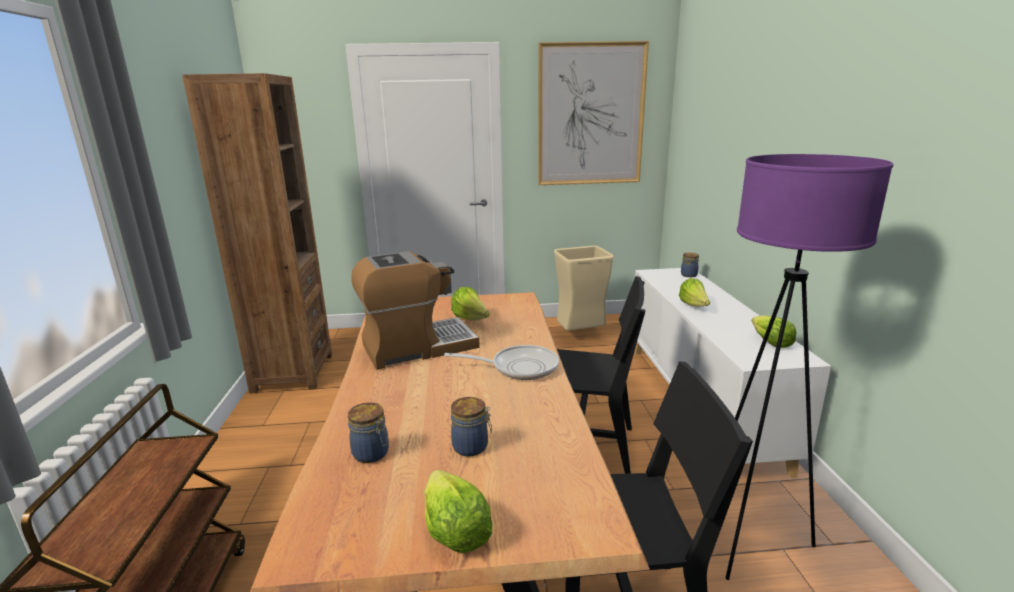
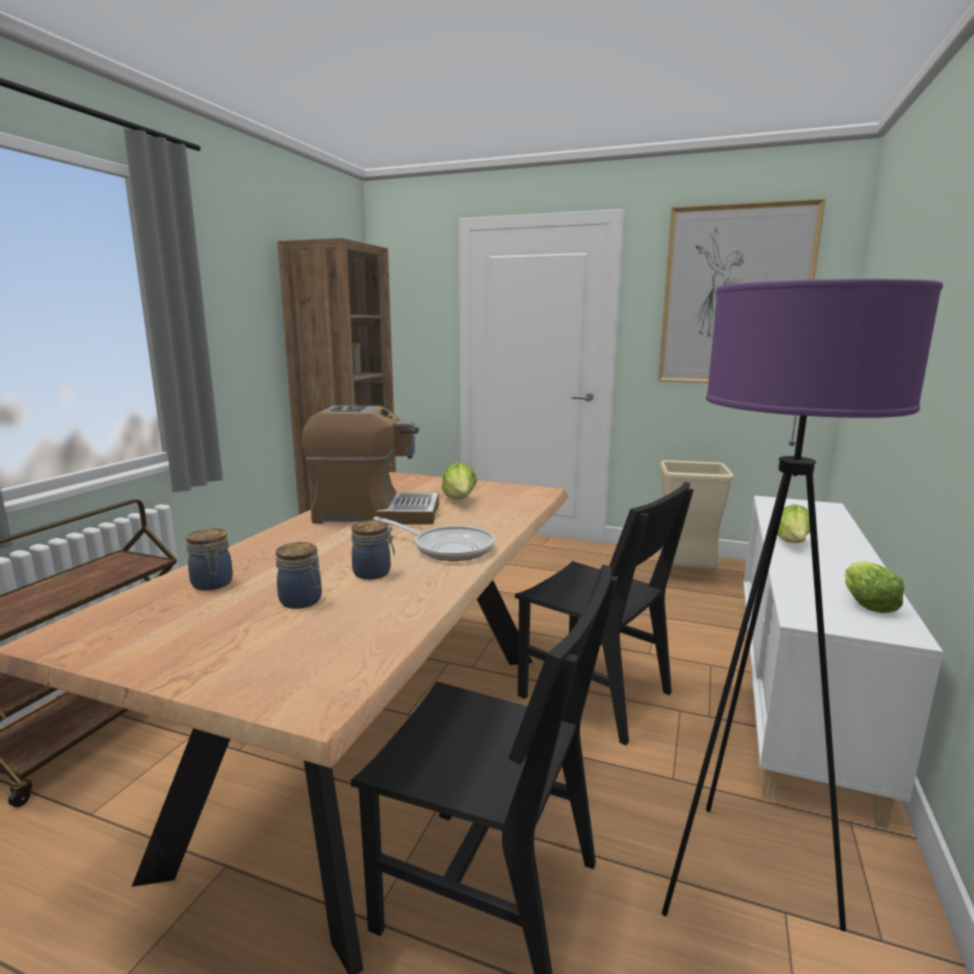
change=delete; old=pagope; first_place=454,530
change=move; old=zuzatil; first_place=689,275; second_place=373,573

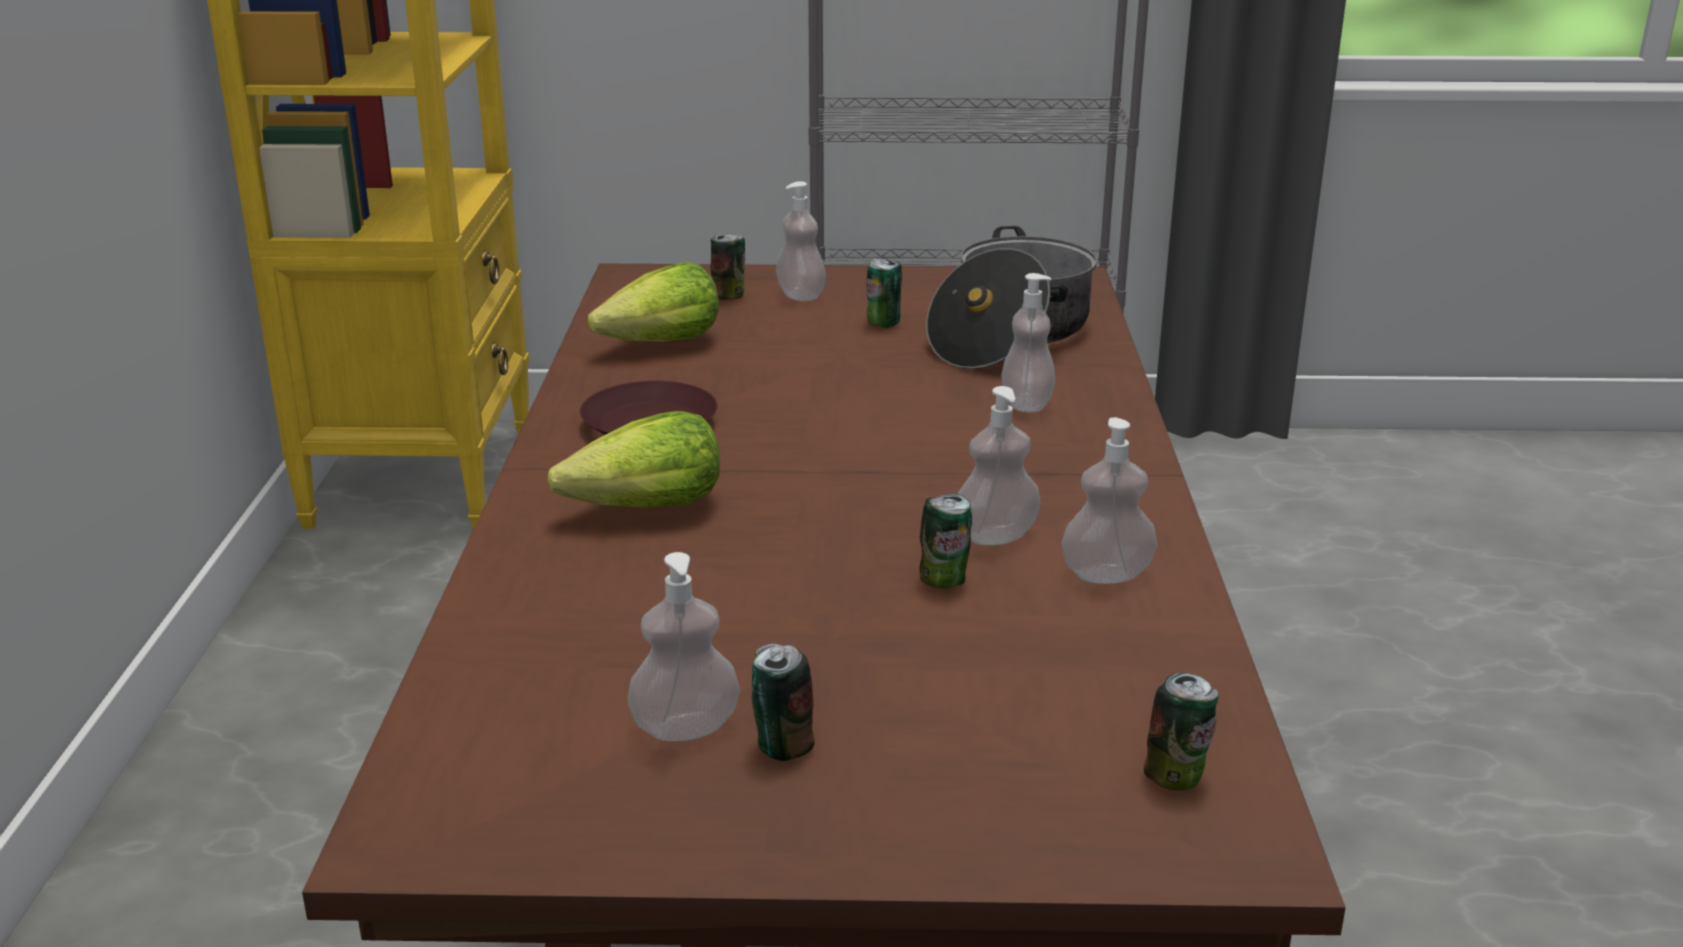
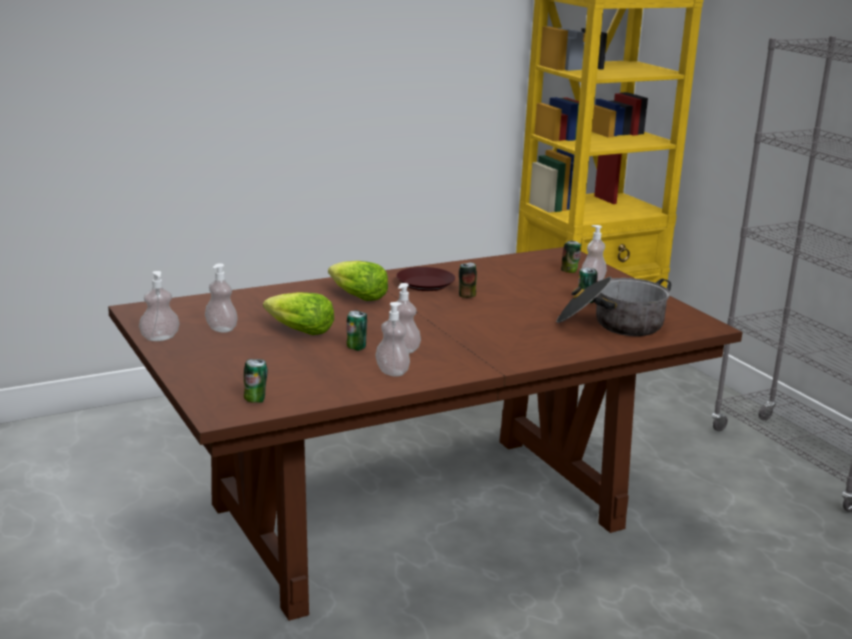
change=move; old=pagope; first_place=662,344; second_place=299,331
change=move; old=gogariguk; first_place=782,746; second_place=467,295
change=move; old=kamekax; first_place=1026,404; second_place=159,338

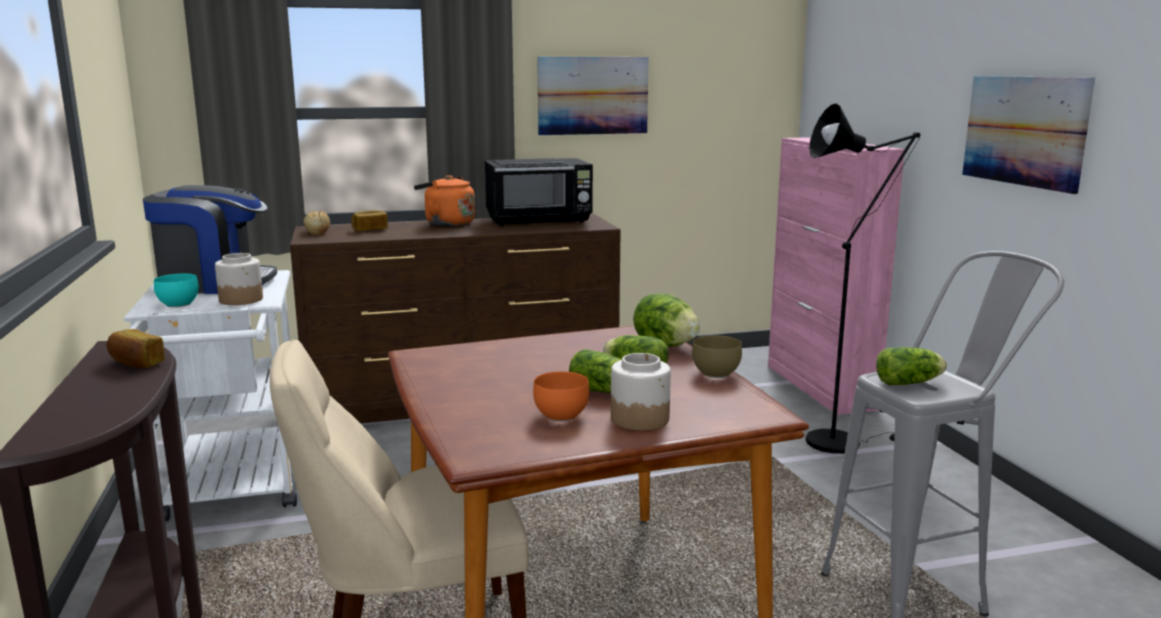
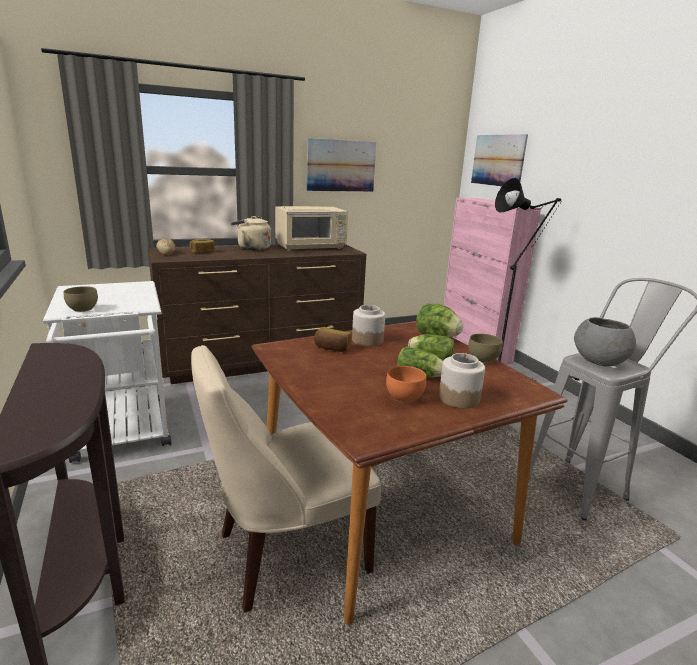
change=move; old=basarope; first_place=135,363; second_place=332,348
change=delete; old=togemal; first_place=214,283
change=recolor; old=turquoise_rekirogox; new=brown_rekirogox; first_place=177,304; second_place=81,309
change=move; old=zuzatil; first_place=241,300; second_place=367,340
change=recolor; old=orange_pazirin; new=beige_pazirin; first_place=447,223; second_place=252,248
change=recolor; old=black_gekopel; new=beige_gekopel; first_place=540,221; second_place=311,247
change=replace; old=pagope; new=grey_rekirogox; first_place=910,383; second_place=598,362
change=move; old=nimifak; first_place=1024,131; second_place=498,160

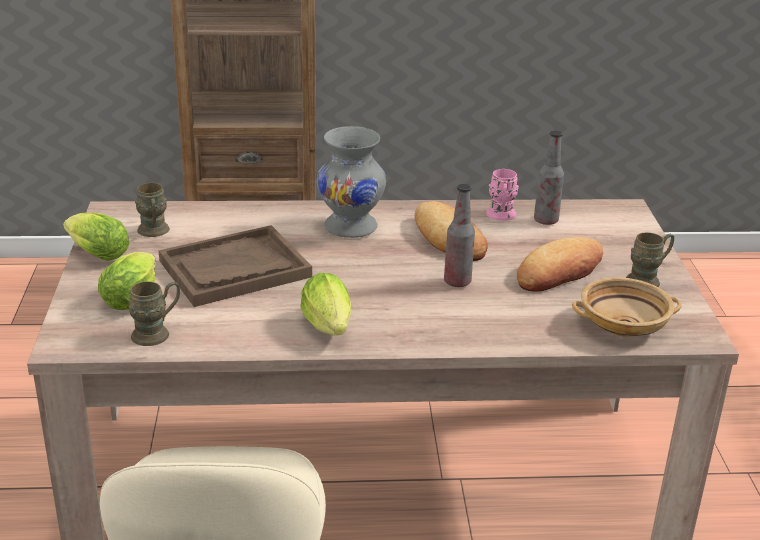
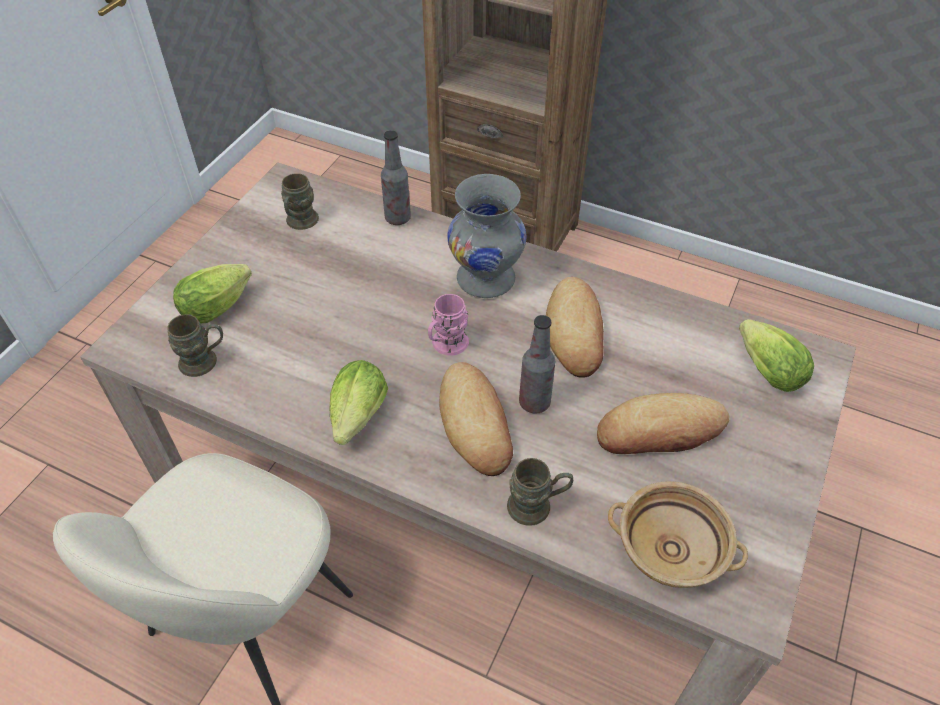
change=move; old=pagope; first_place=95,254; second_place=764,368
change=delete; old=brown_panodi; first_place=234,269
change=move; old=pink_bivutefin; first_place=501,216; second_place=446,346
change=move; old=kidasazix; first_place=546,220; second_place=398,218
change=move; old=brown_bivutefin; first_place=648,280; second_place=537,506
change=insert; new=basarope; second_place=475,423

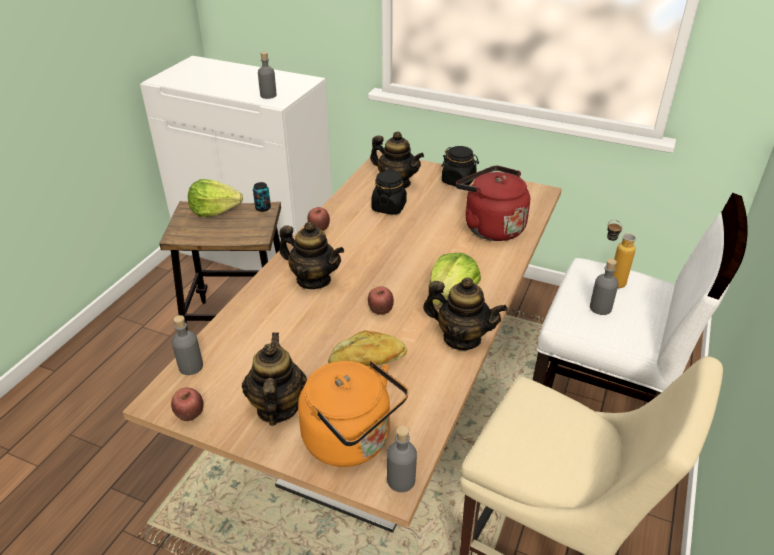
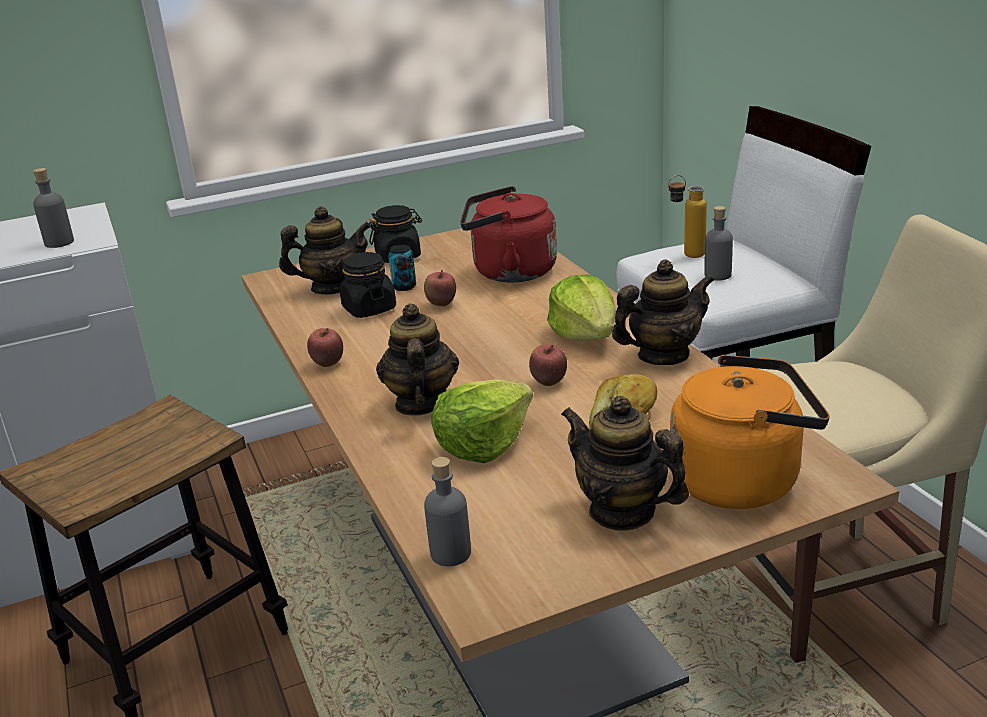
change=move; old=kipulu; first_place=190,415; second_place=441,304
change=move; old=pagope; first_place=215,210; second_place=483,444
change=move; old=gogariguk; first_place=263,208; second_place=404,287
change=rotate; old=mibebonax; first_place=313,280; second_place=421,403; degrees=-75
change=delete; old=grey_kidasazix; first_place=401,480

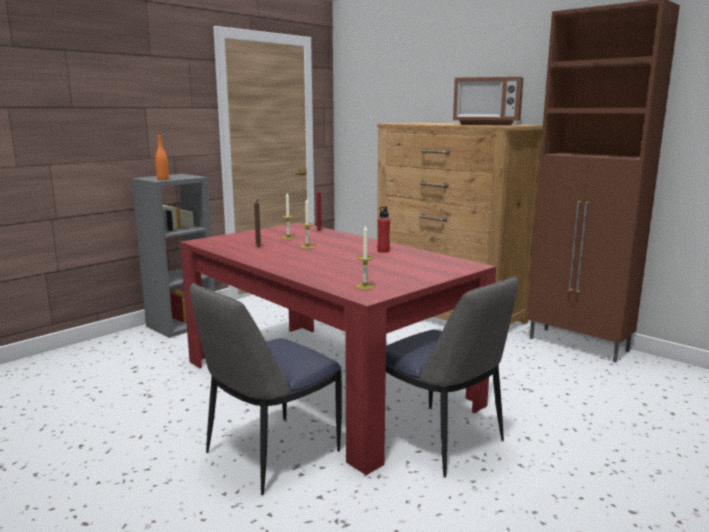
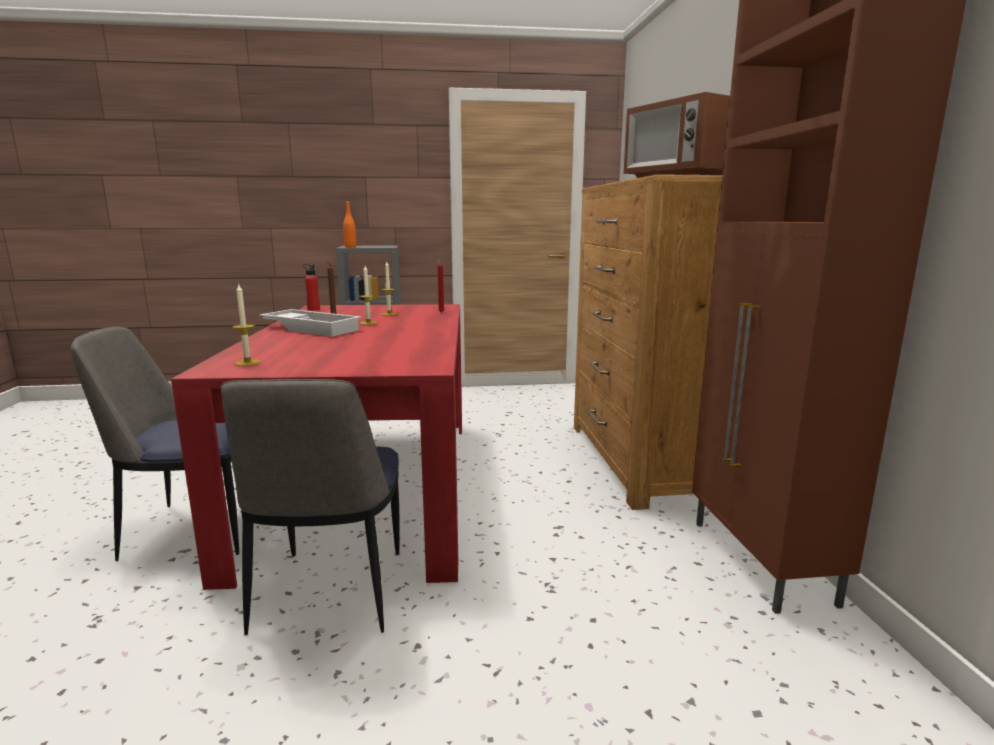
change=move; old=red_kidasazix; first_place=383,251; second_place=313,309
change=insert; new=white_panodi; second_place=312,328

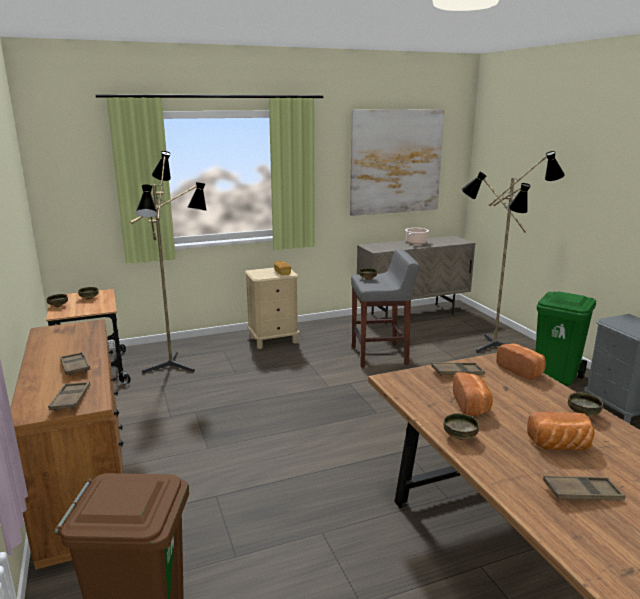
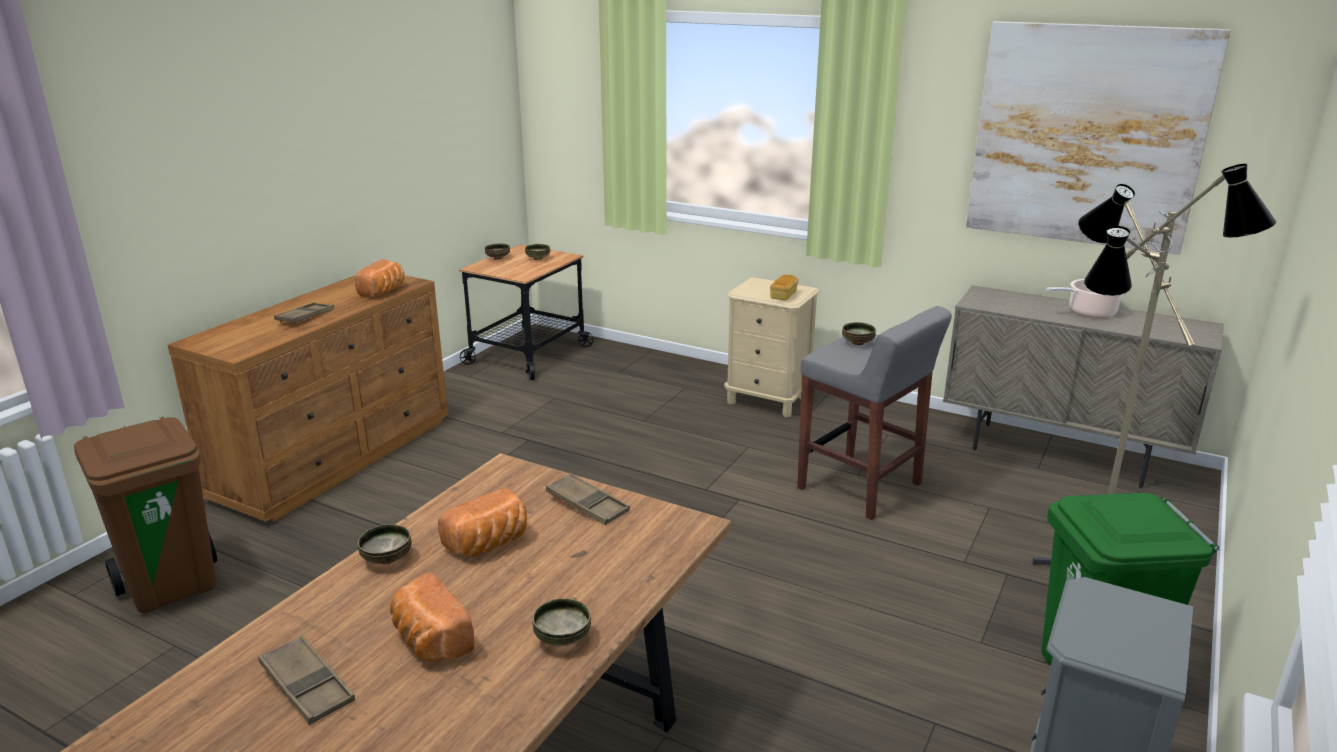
change=delete; old=brown_panodi; first_place=71,400
change=delete; old=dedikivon; first_place=177,365
change=move; old=basarope; first_place=521,370; second_place=384,291

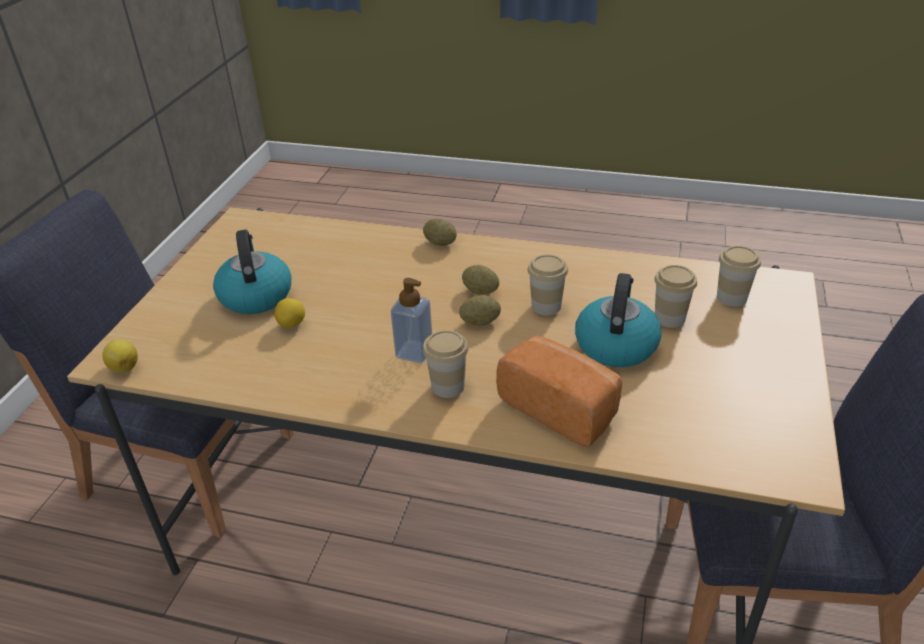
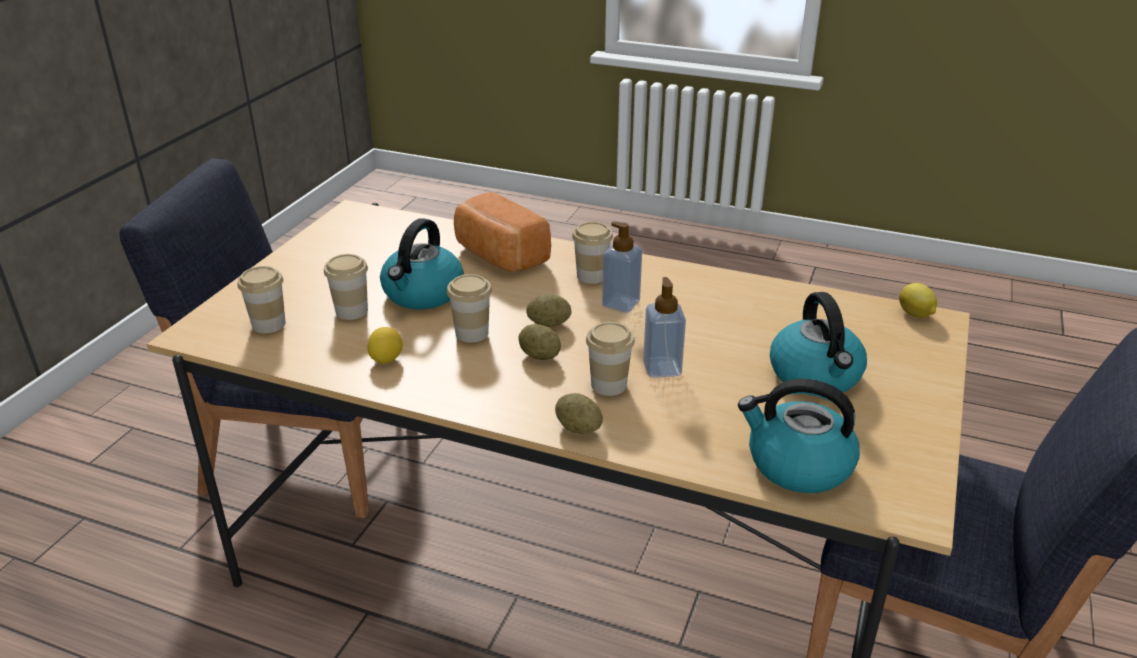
change=move; old=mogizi; first_place=292,324; second_place=386,359
change=insert; new=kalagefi; second_place=609,385
change=insert; new=kamekax; second_place=662,368
change=insert; new=pazirin; second_place=797,465

